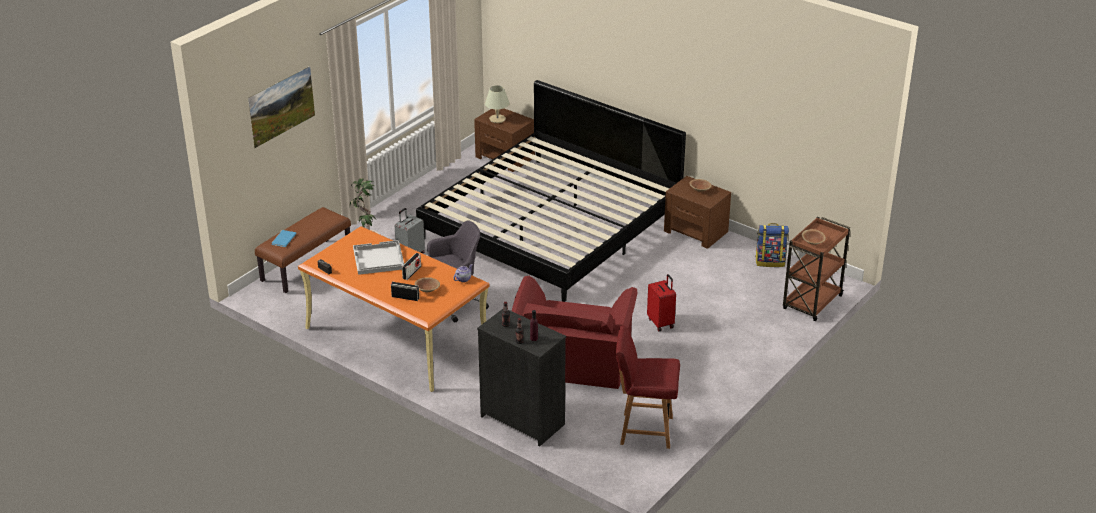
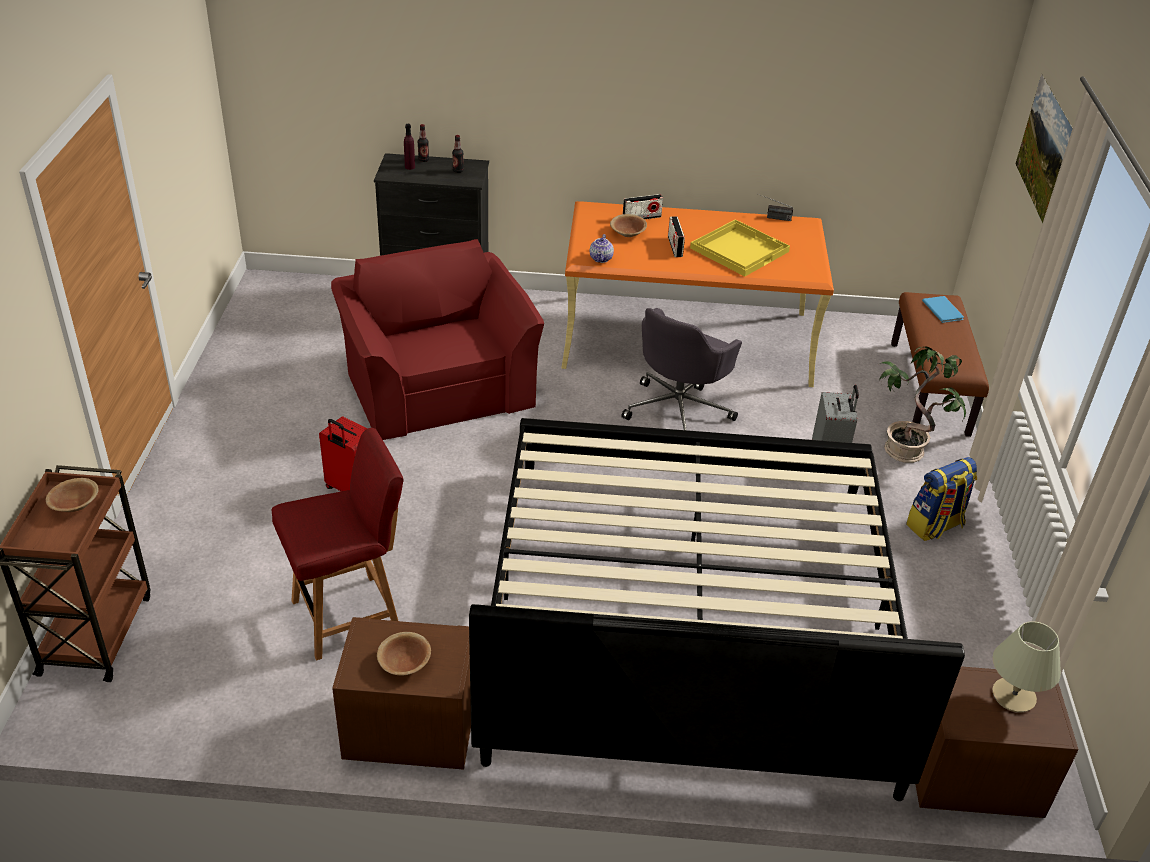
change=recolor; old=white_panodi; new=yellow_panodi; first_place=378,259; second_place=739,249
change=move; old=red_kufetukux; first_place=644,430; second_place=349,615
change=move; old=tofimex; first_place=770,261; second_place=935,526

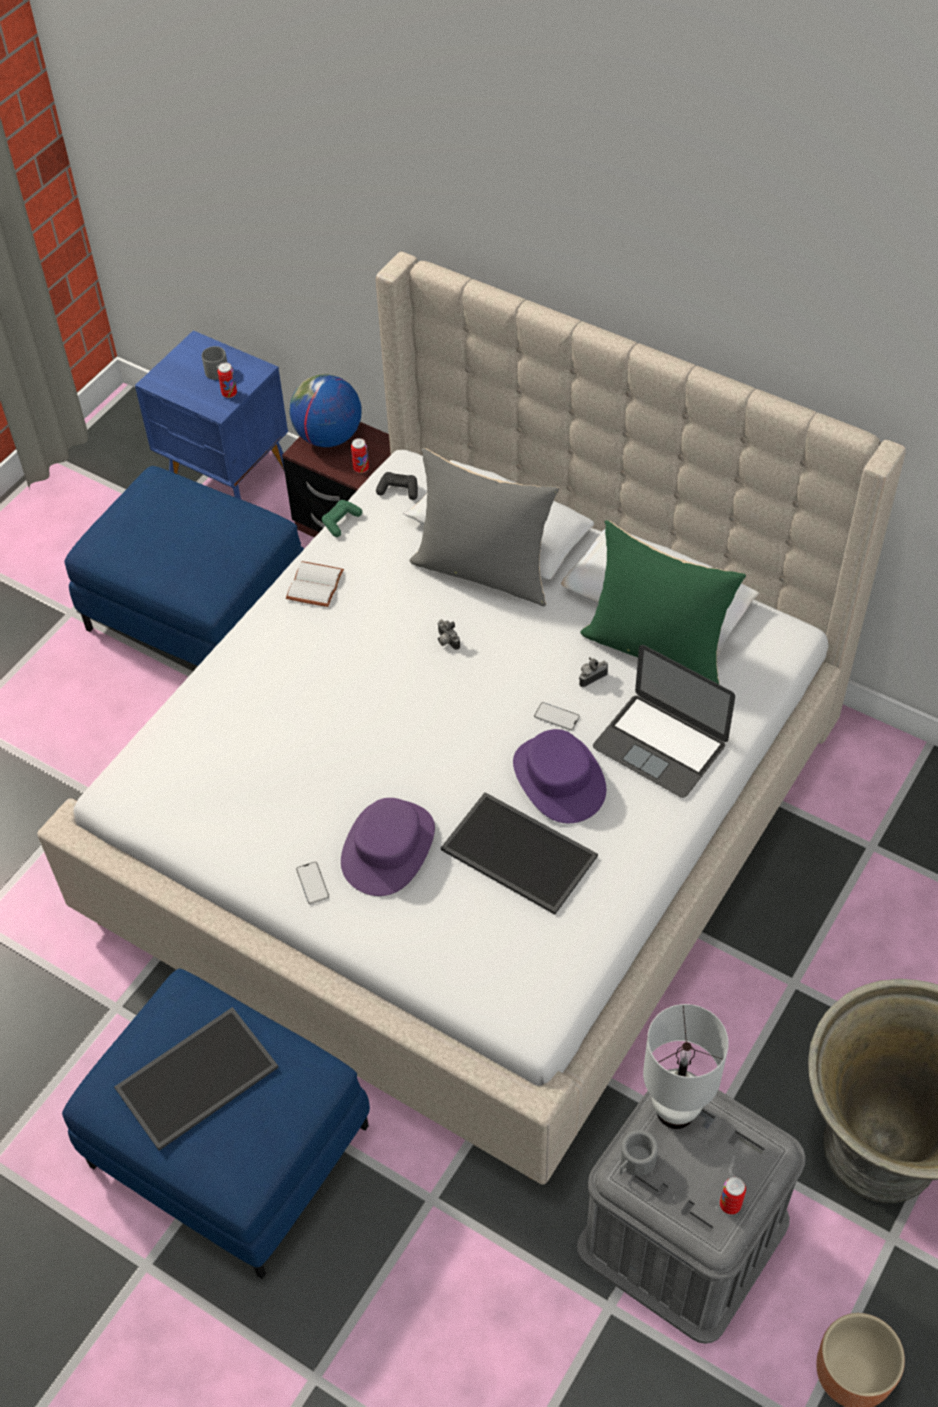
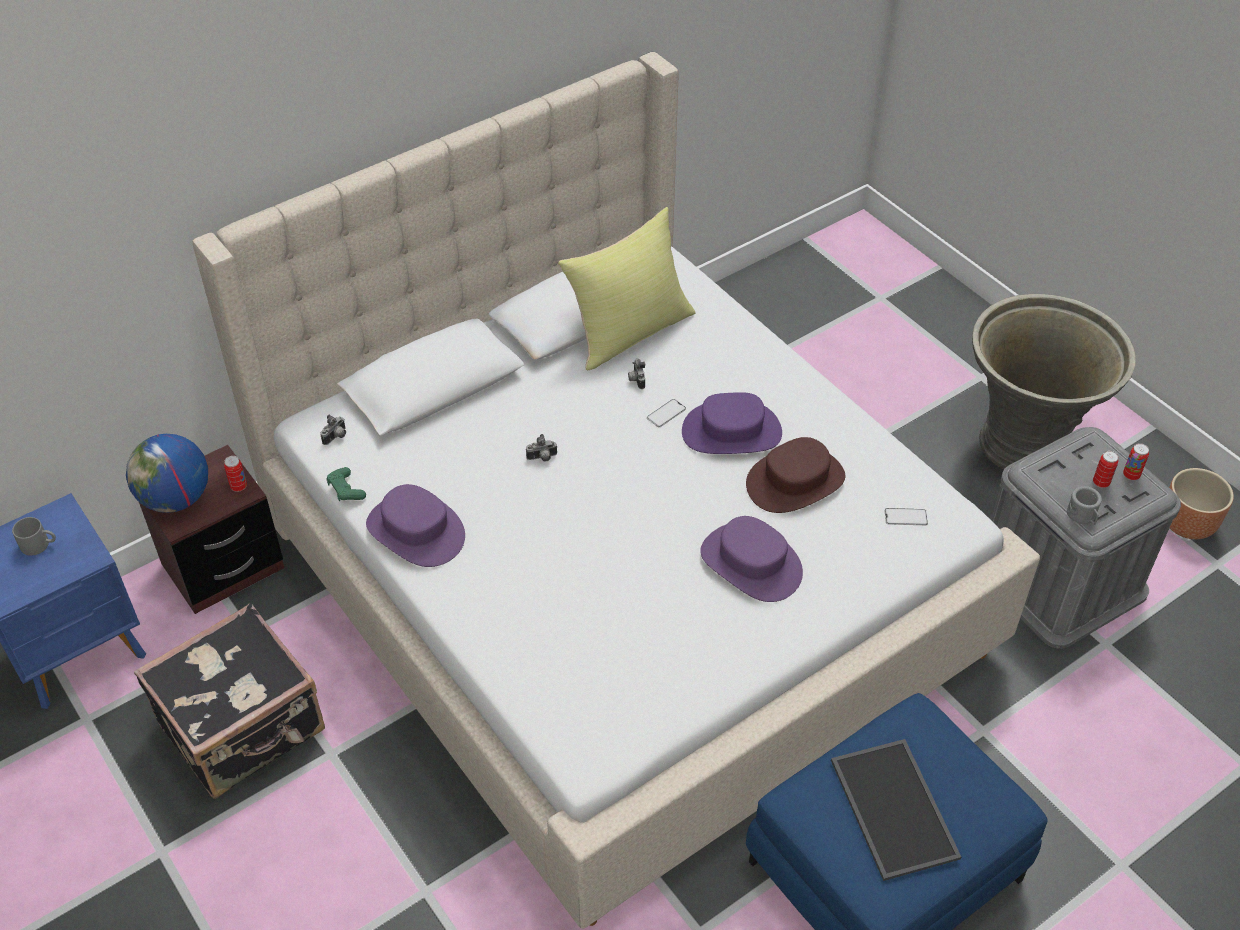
change=replace; old=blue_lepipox; new=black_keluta; first_place=198,611; second_place=244,729
change=move; old=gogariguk; first_place=229,394; second_place=1101,482
change=replace; old=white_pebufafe; new=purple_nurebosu; first_place=316,586; second_place=416,530
change=move; old=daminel; first_place=312,883; second_place=905,517
change=replace; old=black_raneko; new=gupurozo; first_place=398,490; second_place=336,437
change=delete; old=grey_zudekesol; first_place=484,570
change=replace; old=panodi; new=brown_nurebosu; first_place=516,854; second_place=795,481
change=recolor; old=green_zudekesol; new=yellow_zudekesol; first_place=657,649; second_place=629,332
change=delete; old=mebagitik; first_place=660,745
change=delete; old=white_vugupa; first_place=676,1110

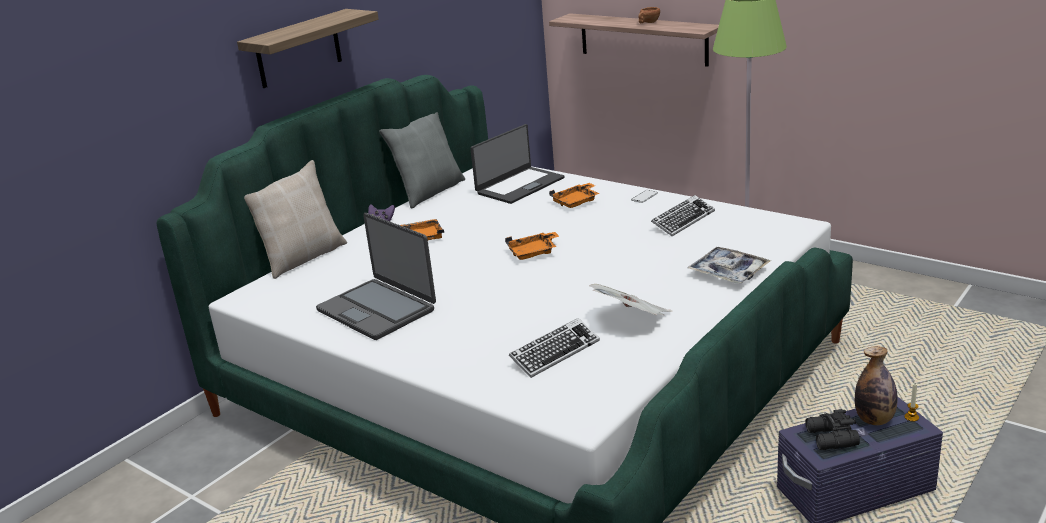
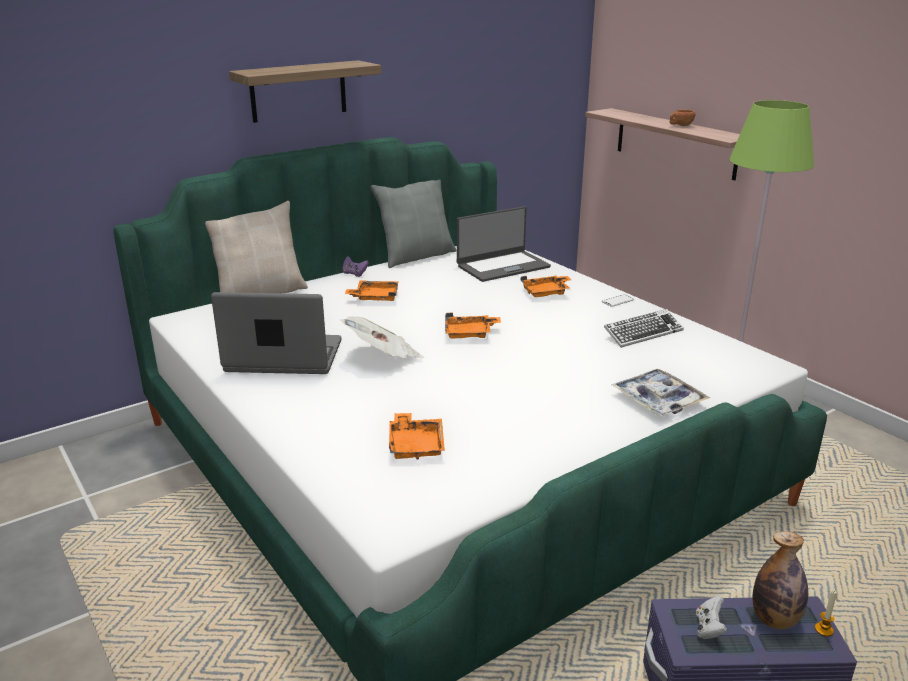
change=rotate; old=mebagitik; first_place=377,310; second_place=283,357; degrees=120
change=replace; old=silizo; new=orange_panodi; first_place=555,353; second_place=415,445
change=move; old=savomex; first_place=632,319; second_place=384,357
change=replace; old=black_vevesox; new=white_raneko; first_place=830,439; second_place=708,628

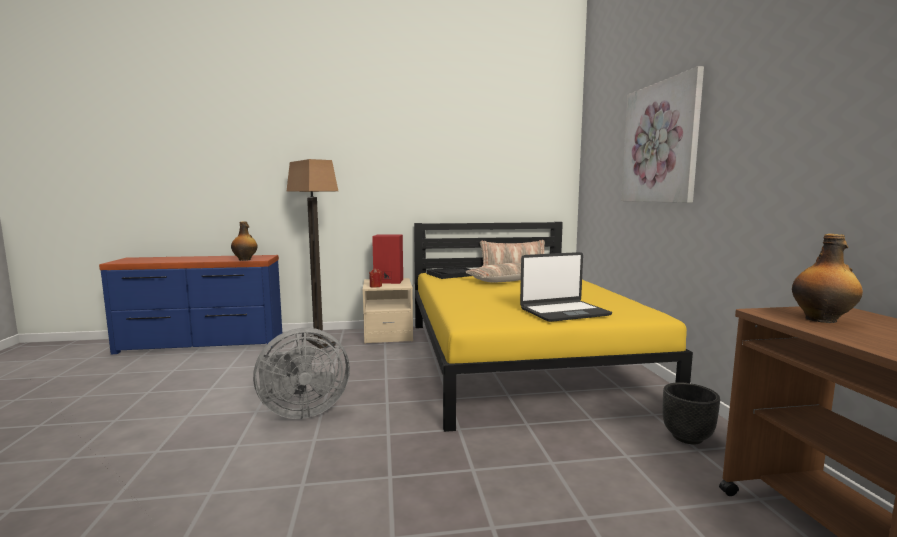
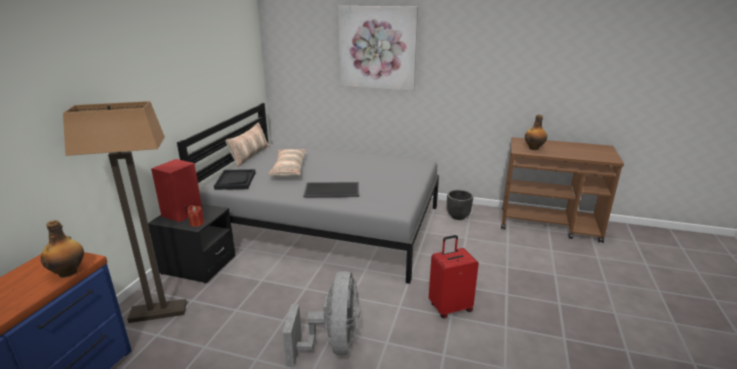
change=recolor; old=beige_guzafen; new=black_guzafen; first_place=388,335; second_place=198,265
change=recolor; old=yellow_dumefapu; new=grey_dumefapu; first_place=518,359; second_place=326,224
change=delete; old=mebagitik; first_place=564,312
change=insert; new=panodi; second_place=332,189
change=insert; new=red_keluta; second_place=450,307

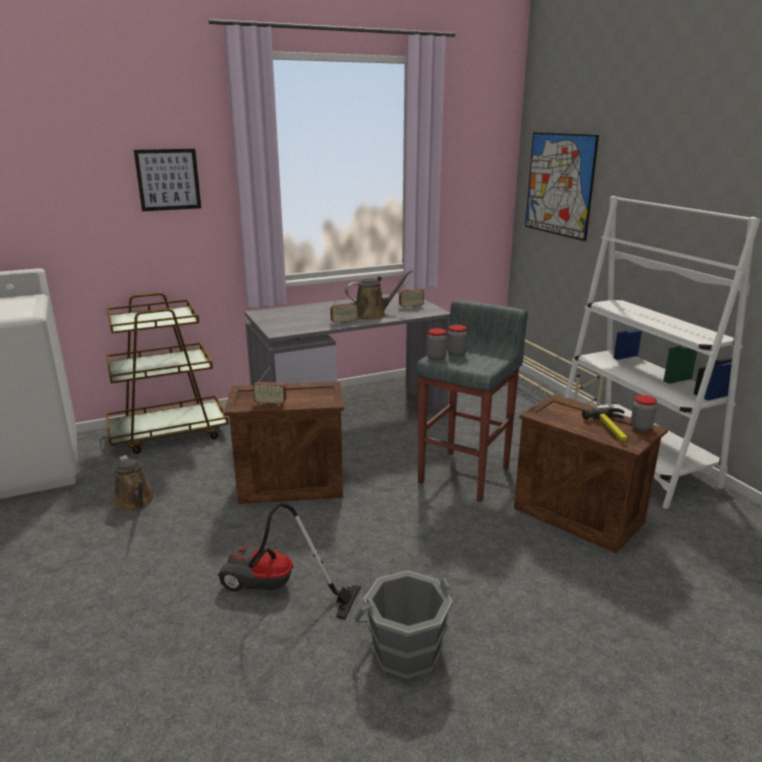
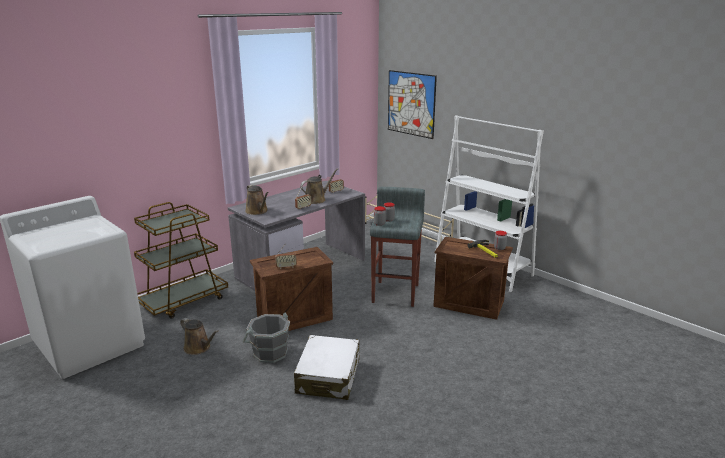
change=delete; old=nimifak; first_place=168,179
change=replace; old=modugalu; new=white_keluta; first_place=275,590; second_place=328,377
change=move; old=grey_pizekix; first_place=405,650; second_place=270,352
change=insert; new=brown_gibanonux; second_place=257,211

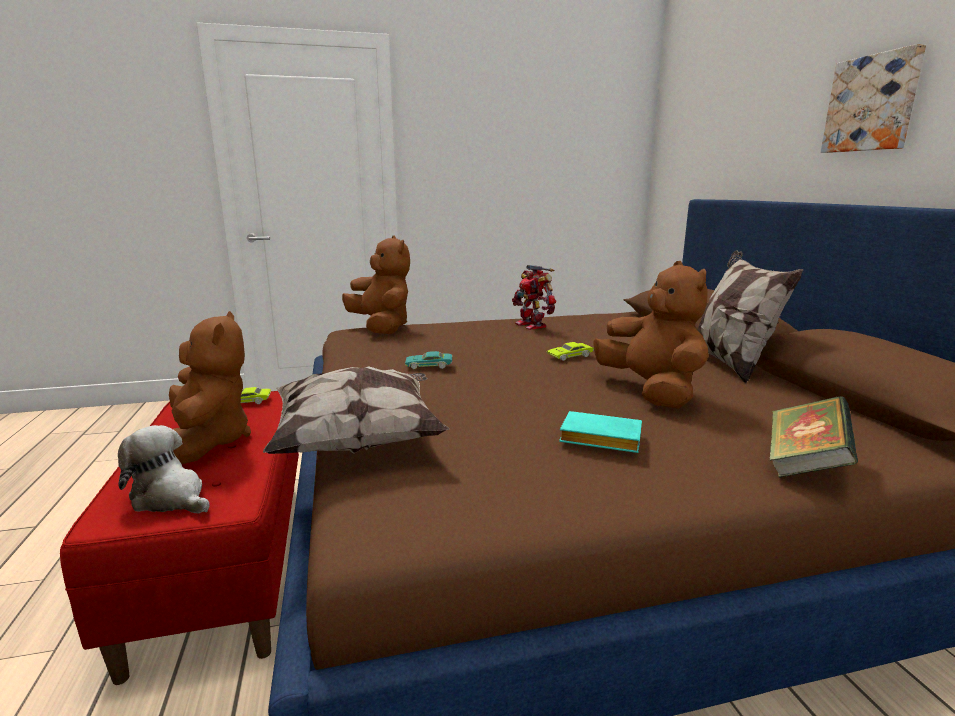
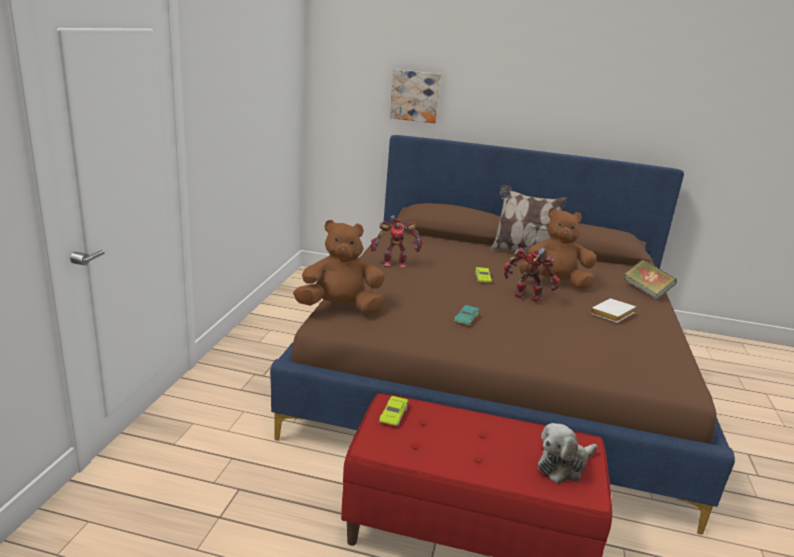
change=delete; old=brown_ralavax; first_place=208,441
change=delete; old=zudekesol; first_place=360,440
change=recolor; old=turquoise_pebufafe; new=white_pebufafe; first_place=598,439; second_place=612,315
change=move; old=nimifak; first_place=872,103; second_place=415,96
change=insert; new=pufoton; second_place=527,297

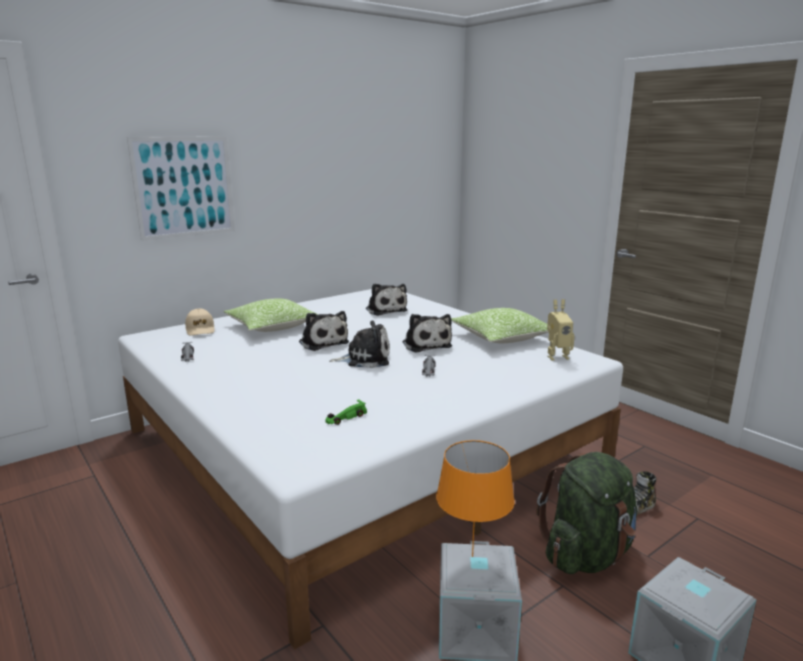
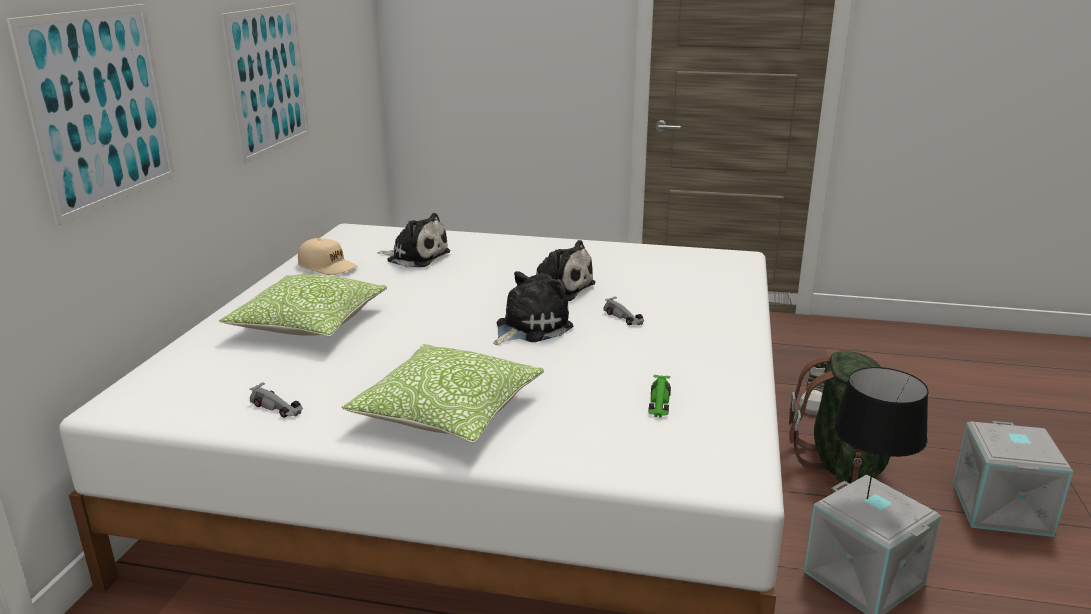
change=move; old=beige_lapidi; first_place=200,329; second_place=327,266
change=delete; old=ralavax; first_place=322,342
change=recolor; old=orange_vugupa; new=black_vugupa; first_place=472,557; second_place=868,499
change=move; old=zudekesol; first_place=501,338; second_place=448,412
change=delete; old=pufoton; first_place=556,356
change=insert; new=nimifak; second_place=268,80

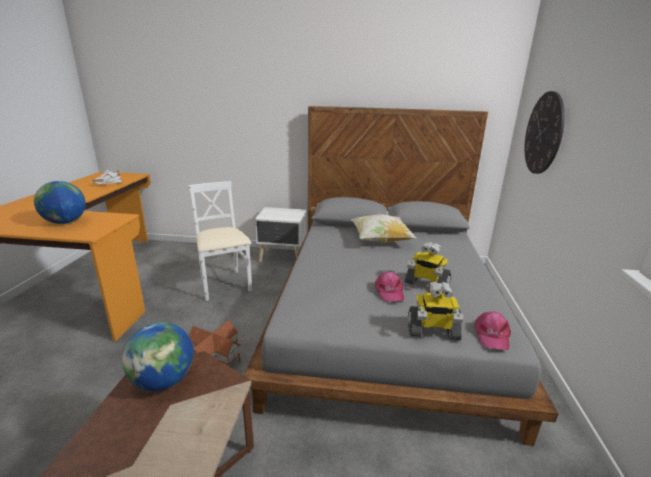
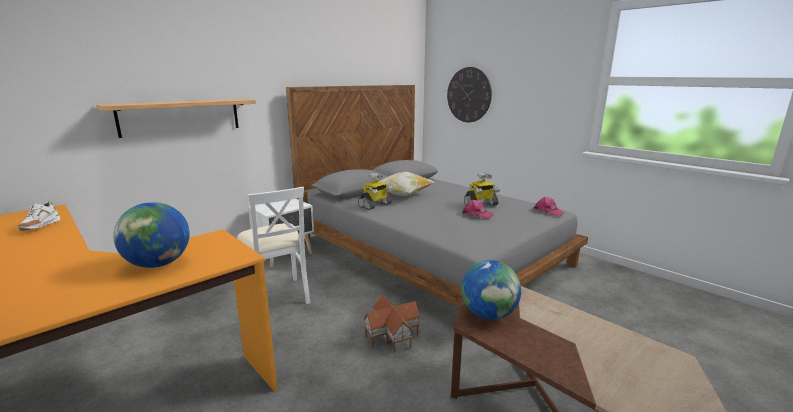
change=rotate; old=white_kufetukux; first_place=224,285; second_place=278,296; degrees=-135
change=move; old=pufoton; first_place=432,331; second_place=375,205
change=insert; new=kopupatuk; second_place=181,117

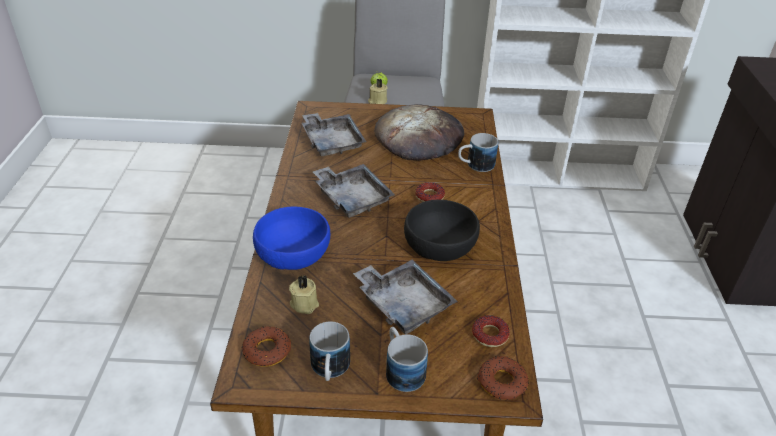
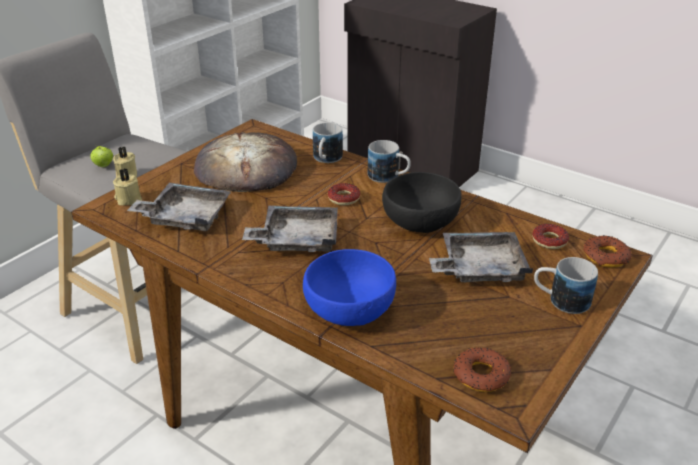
change=move; old=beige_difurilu; first_place=304,303; second_place=128,199
change=move; old=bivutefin; first_place=329,370; second_place=389,177

